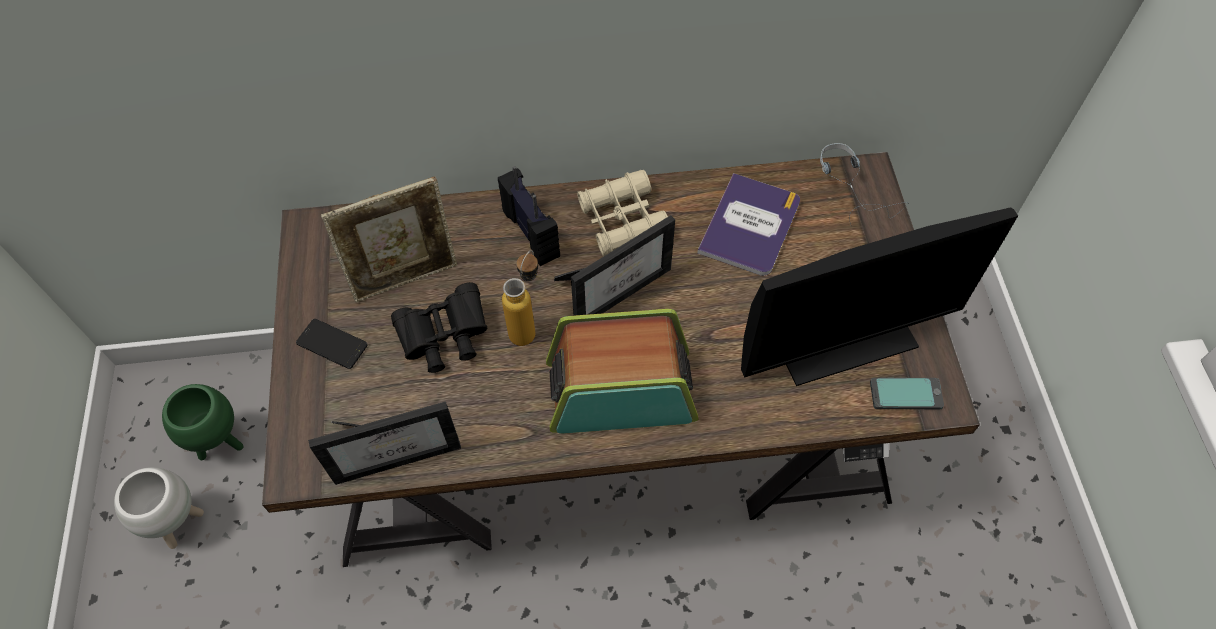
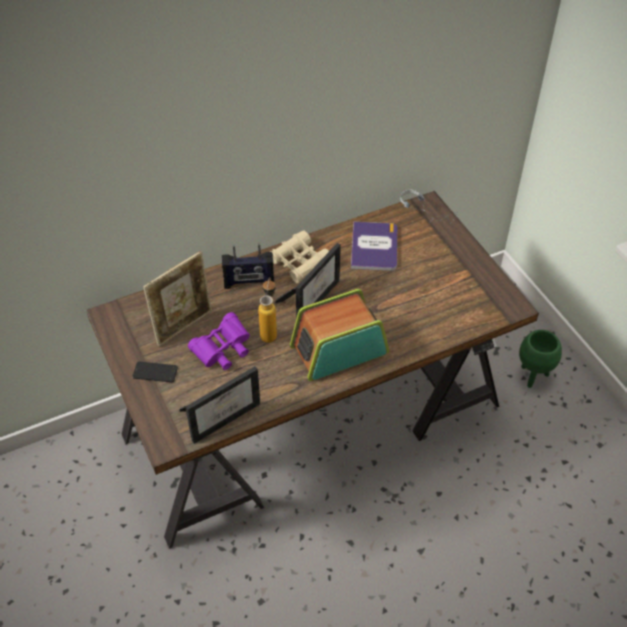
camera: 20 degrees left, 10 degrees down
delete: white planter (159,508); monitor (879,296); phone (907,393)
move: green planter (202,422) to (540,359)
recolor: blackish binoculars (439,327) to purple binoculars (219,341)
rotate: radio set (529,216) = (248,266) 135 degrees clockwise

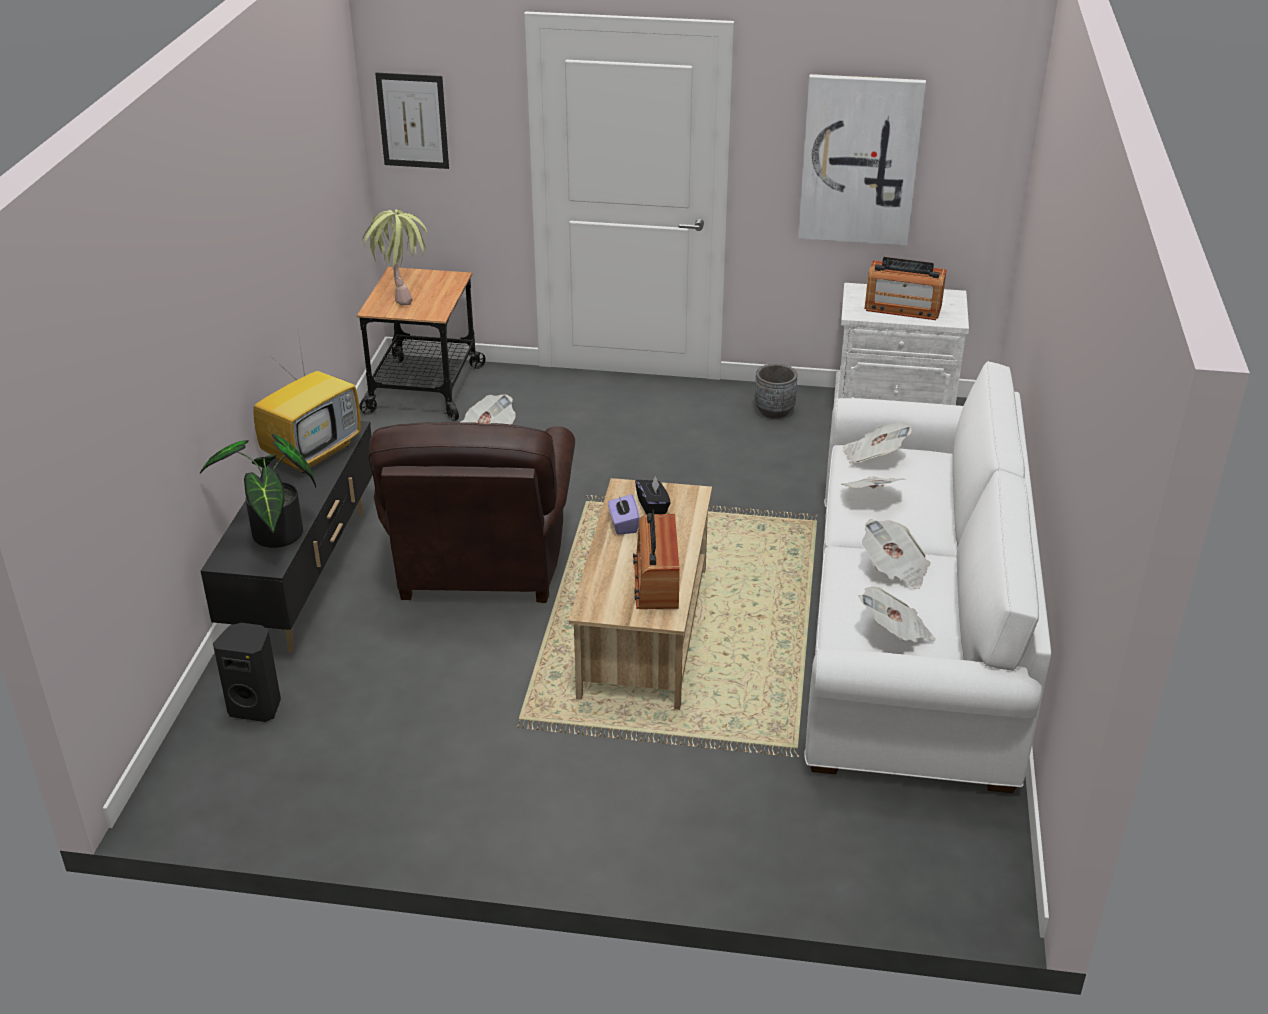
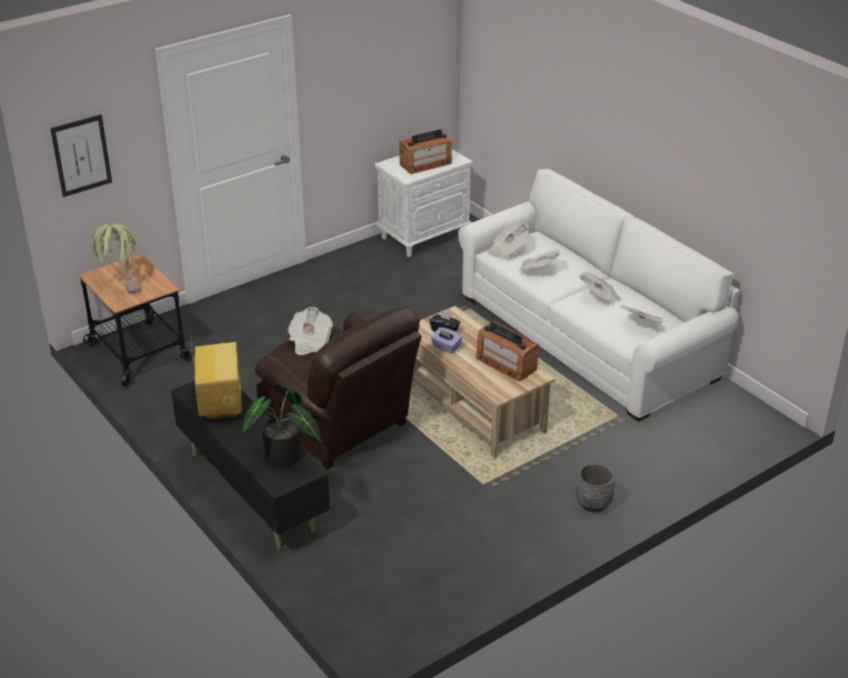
camera: 45 degrees left, 0 degrees up
delete: blackish loudspeaker (247,672); wall art (862,159)
move: gray planter (775,391) to (595,488)

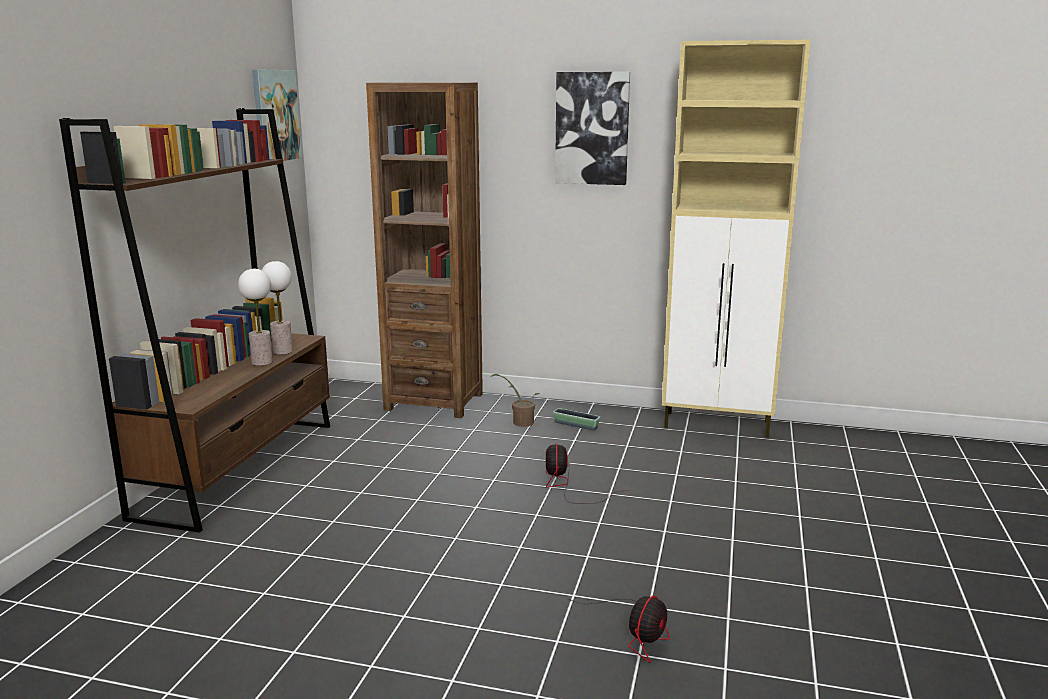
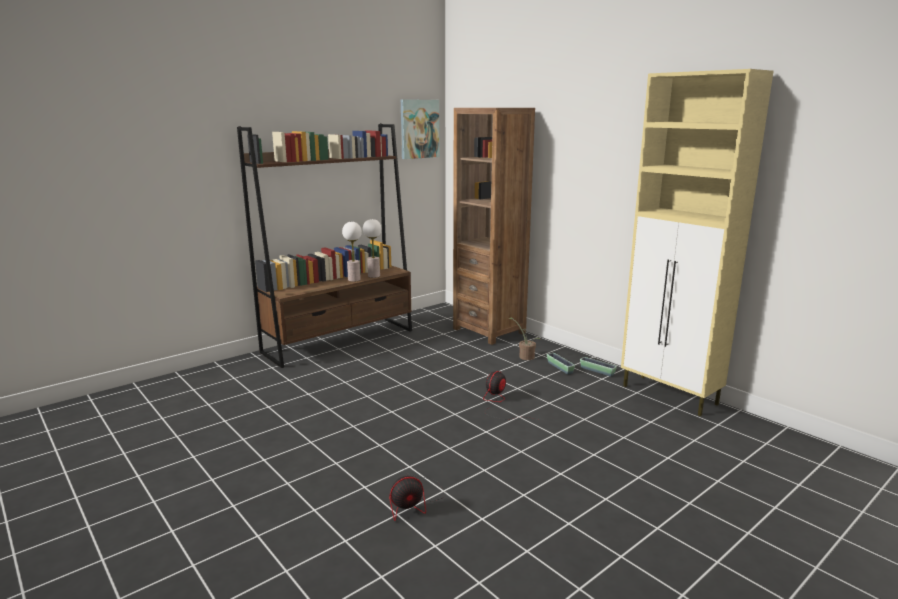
camera: 35 degrees right, 0 degrees up
delete: wall art (592,128)
insert: planter (598,366)

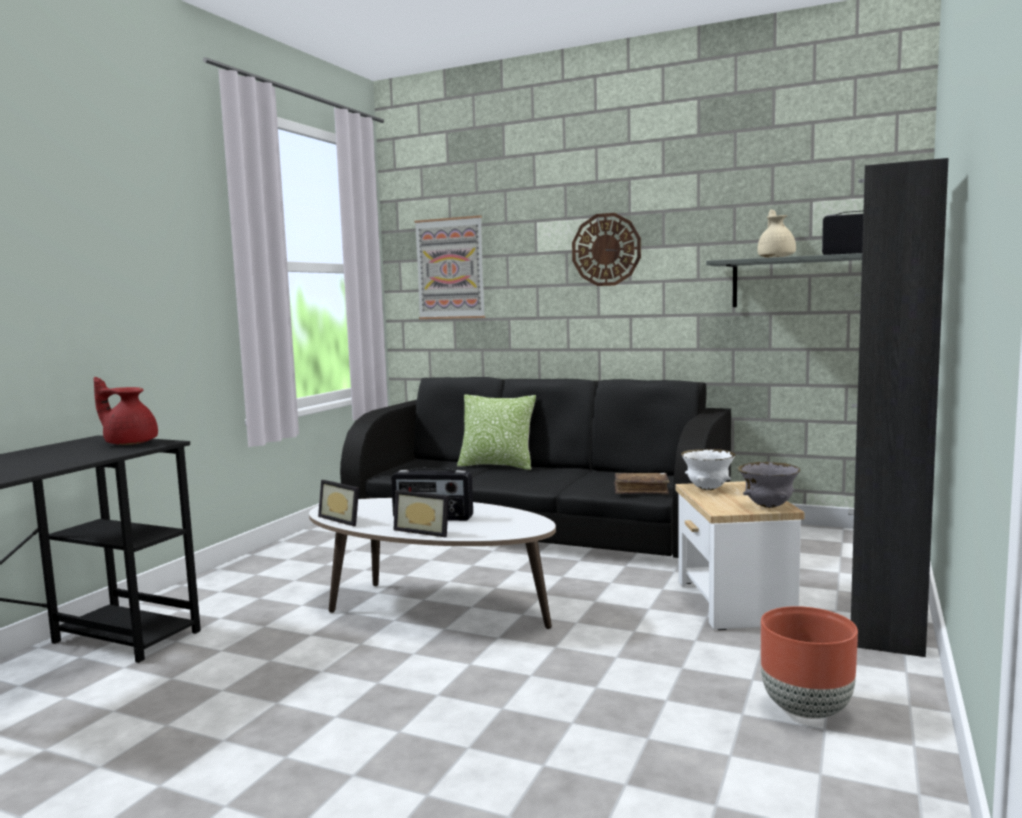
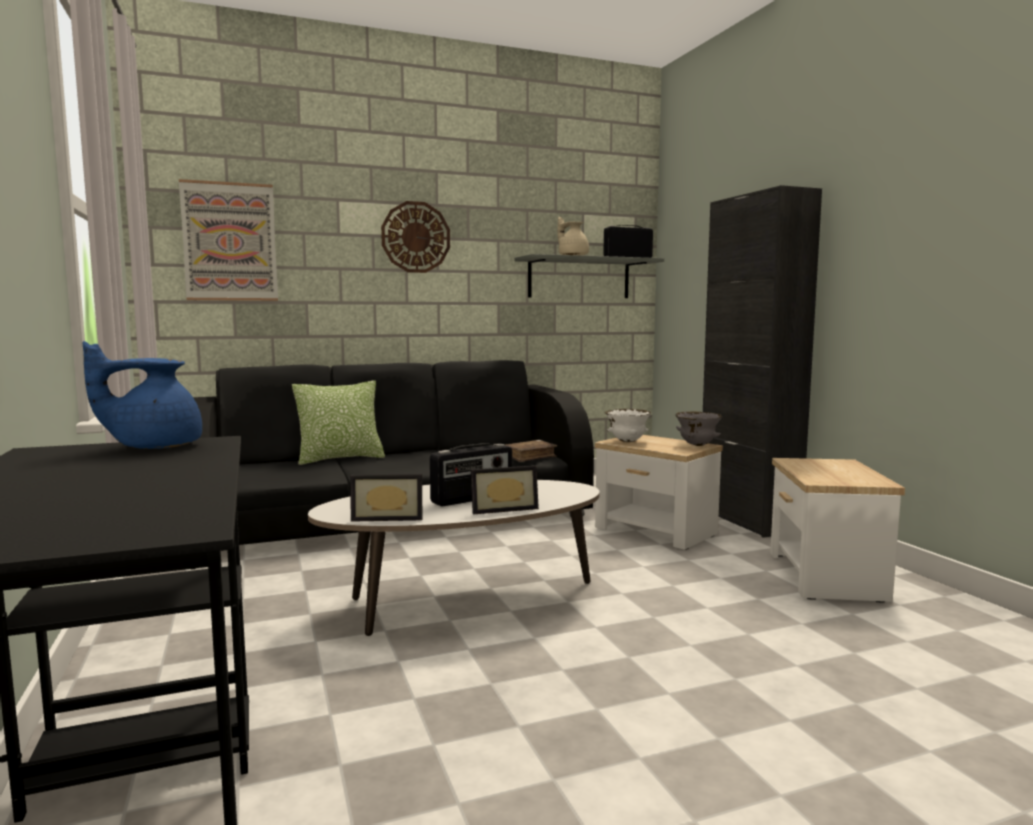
camera: 45 degrees left, 0 degrees up
replace: brownish planter (809,662) to accent table (837,530)
recolor: red-coloured teapot (126,411) to blue teapot (142,395)

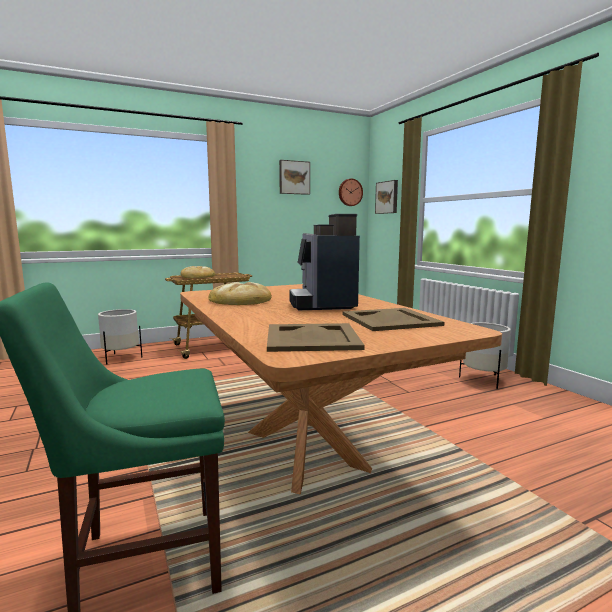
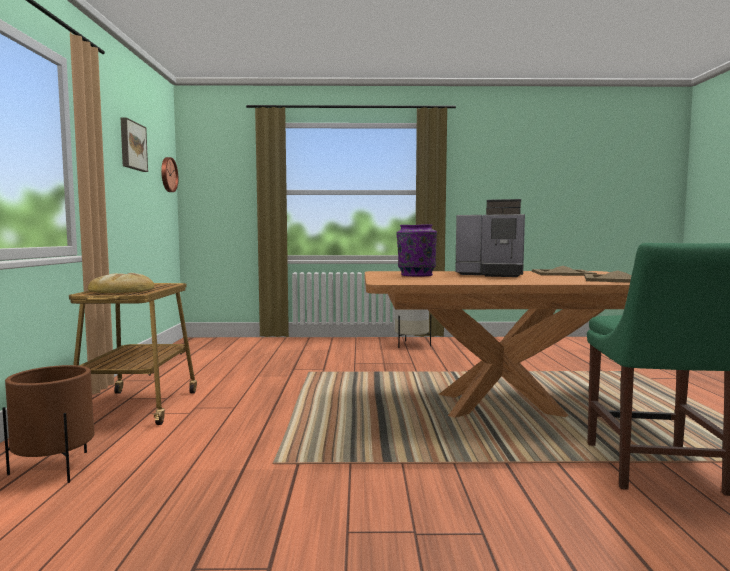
camera: 65 degrees left, 5 degrees down
delete: bakery bread (240,293); wall art (386,197)
insert: purple vase (416,250)
recolor: white planter (120,337) to brownish planter (48,424)

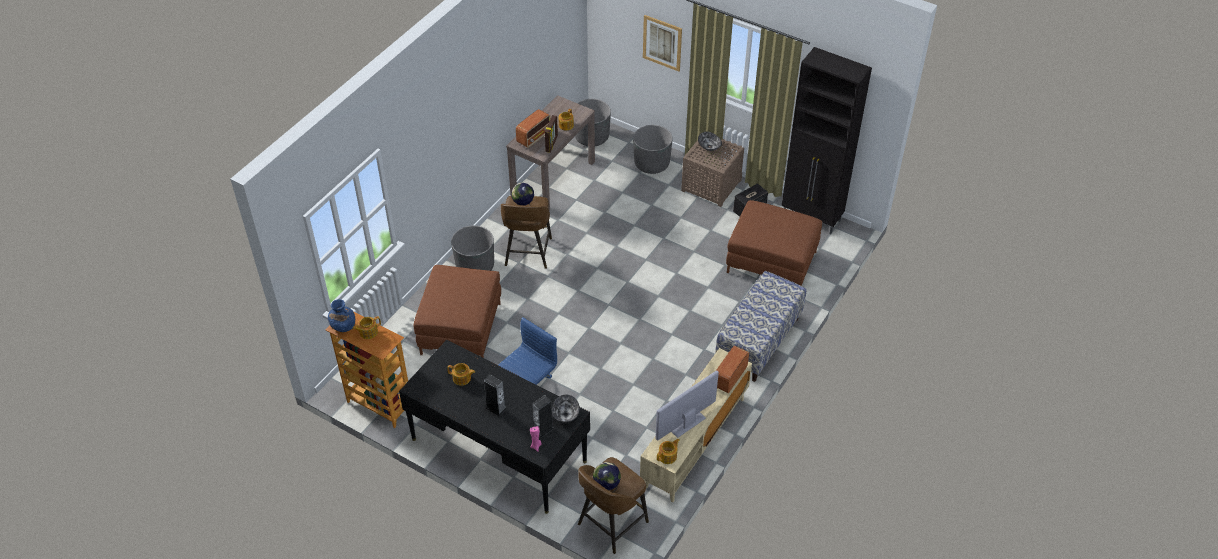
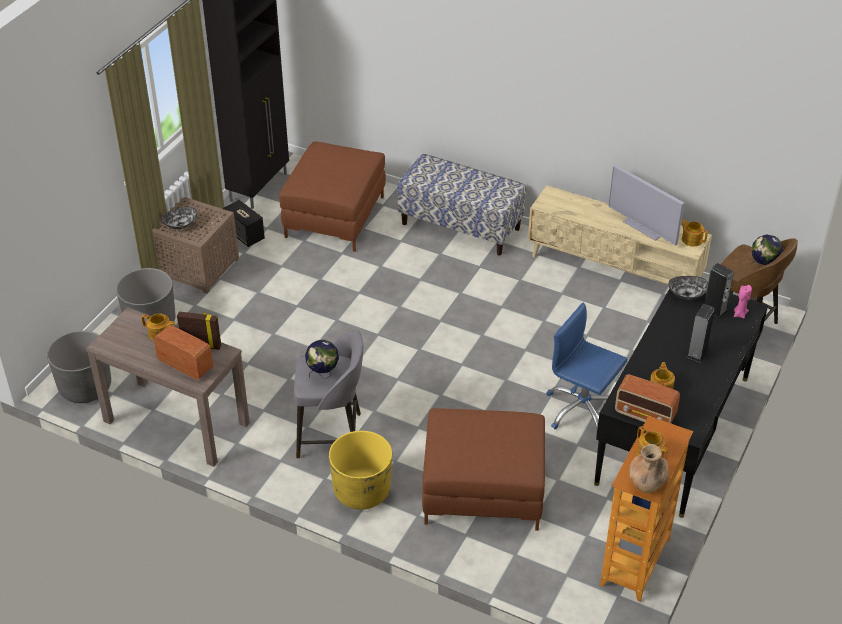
camera: 95 degrees left, 5 degrees down
delete: wall art (662,43)
move: radio set (733,369) to (647,398)
recolor: brownish sitting stool (526,232) to gray sitting stool (328,394); gray planter (472,248) to yellow planter (360,470); blue vase (341,315) to brownish vase (649,468)

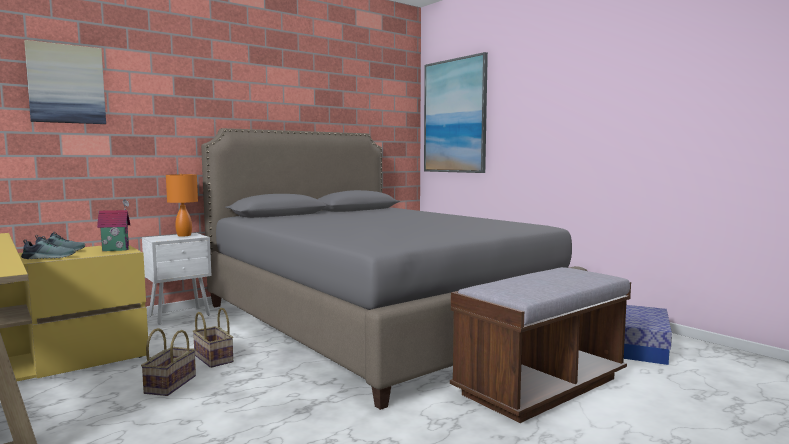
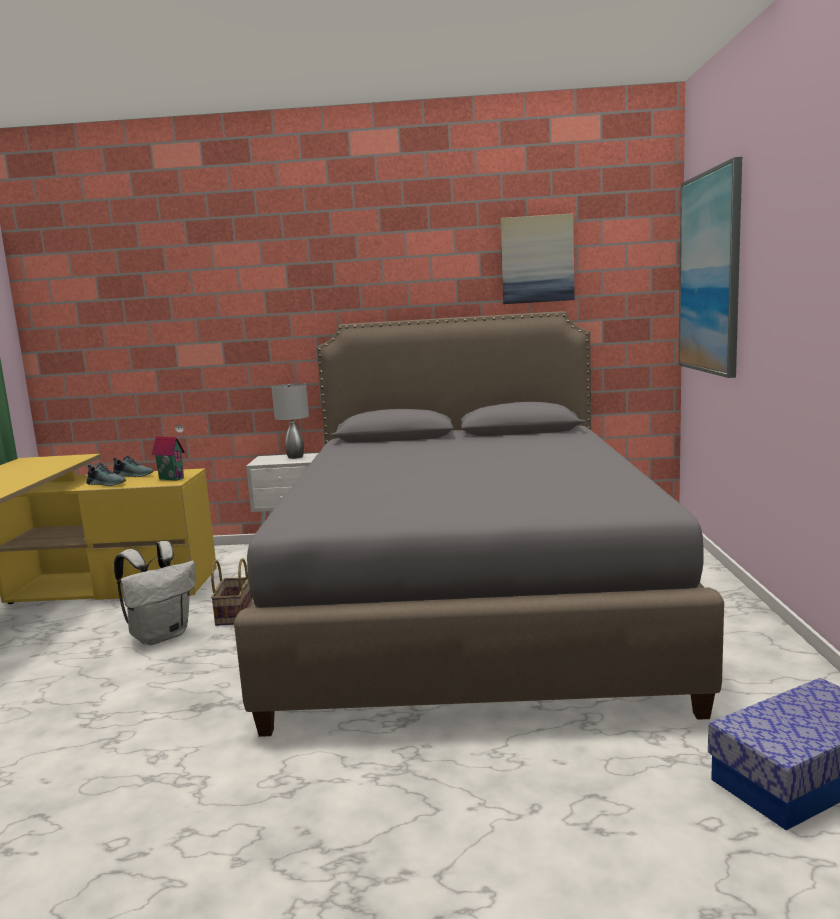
camera: 40 degrees right, 5 degrees up
delete: brownish bench (540,345)
move: wall art (65,82) to (537,258)
replace: storage basket (168,362) to white knapsack (155,593)
recolor: orange-coloured tabletop lamp (182,205) to gray tabletop lamp (290,421)

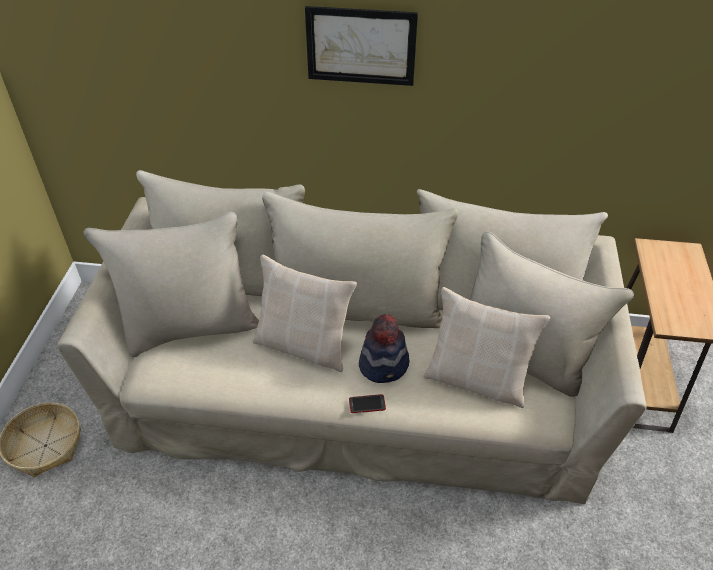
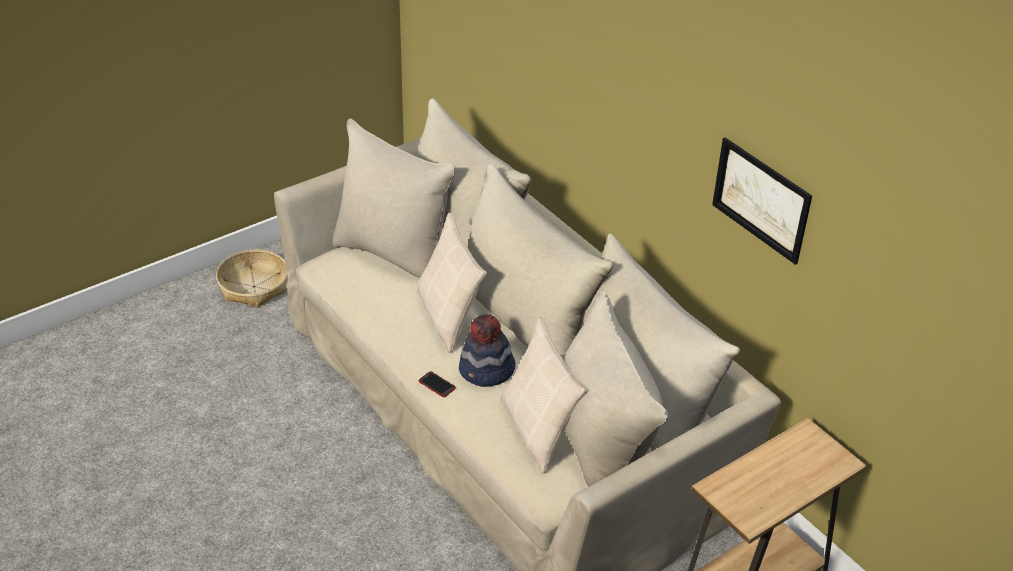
camera: 45 degrees right, 5 degrees down
move: wall art (361,46) to (762,201)

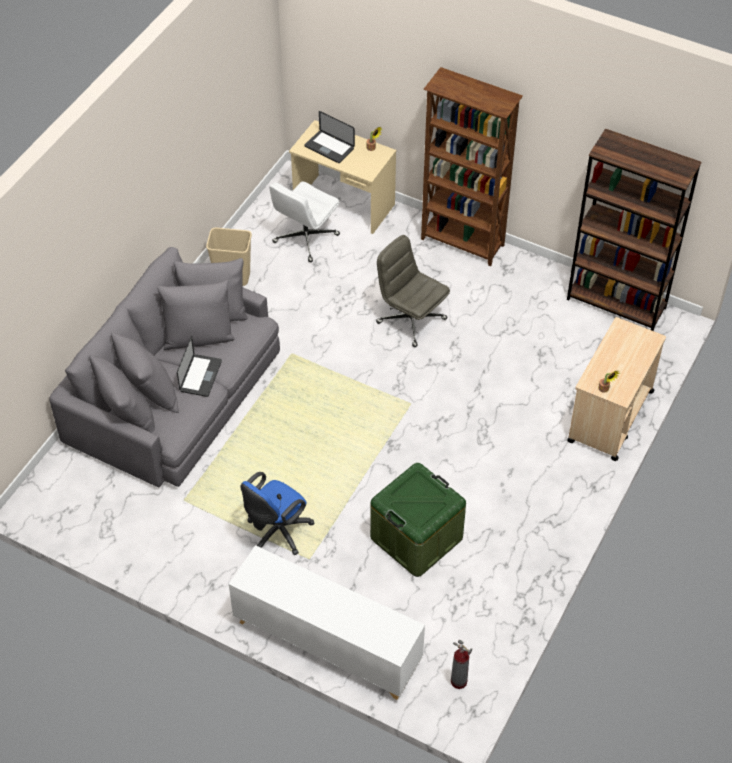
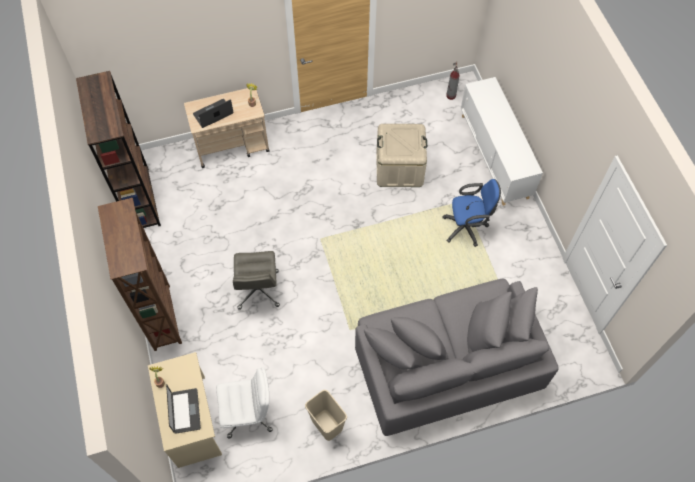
camera: 135 degrees left, 10 degrees up
move: portable computer (199,366) to (213,113)
recolor: green storage box (418,520) to sand-coloured storage box (401,155)

